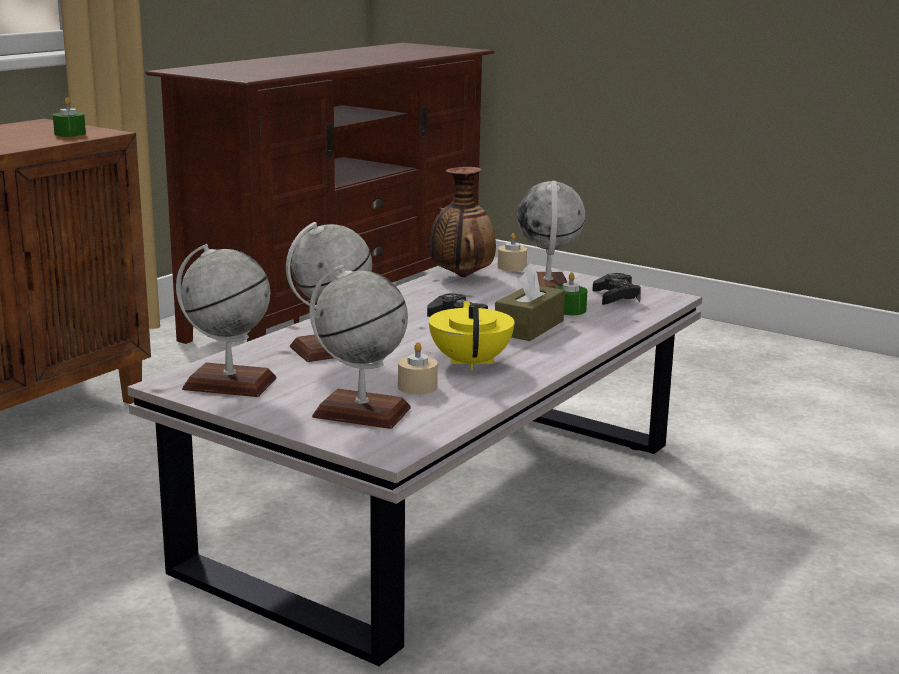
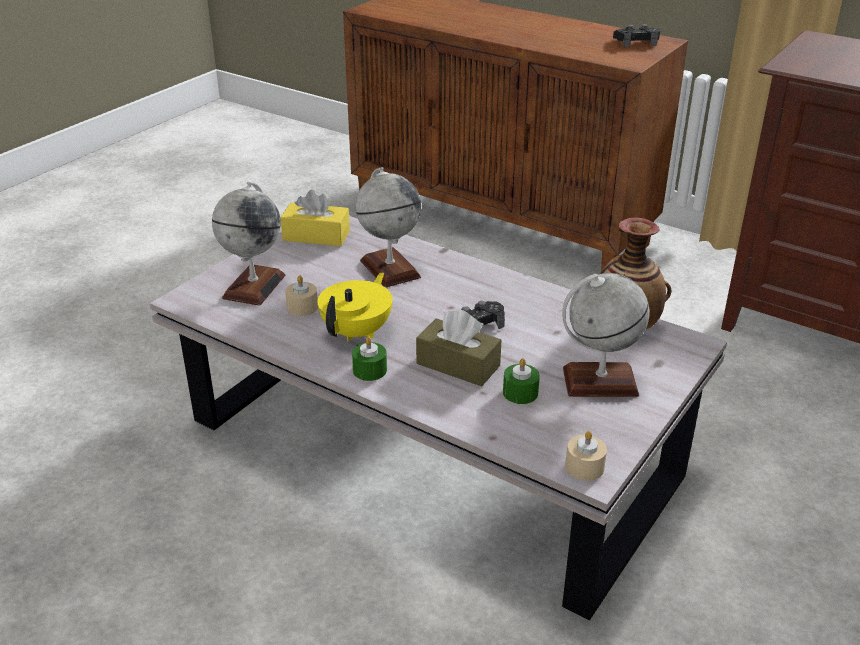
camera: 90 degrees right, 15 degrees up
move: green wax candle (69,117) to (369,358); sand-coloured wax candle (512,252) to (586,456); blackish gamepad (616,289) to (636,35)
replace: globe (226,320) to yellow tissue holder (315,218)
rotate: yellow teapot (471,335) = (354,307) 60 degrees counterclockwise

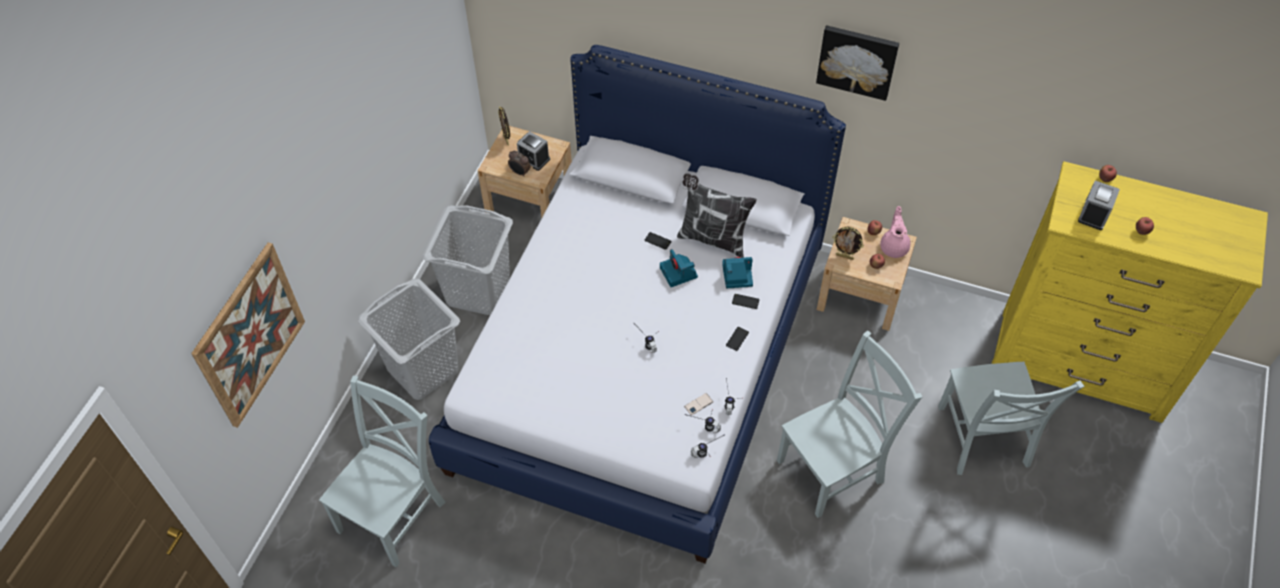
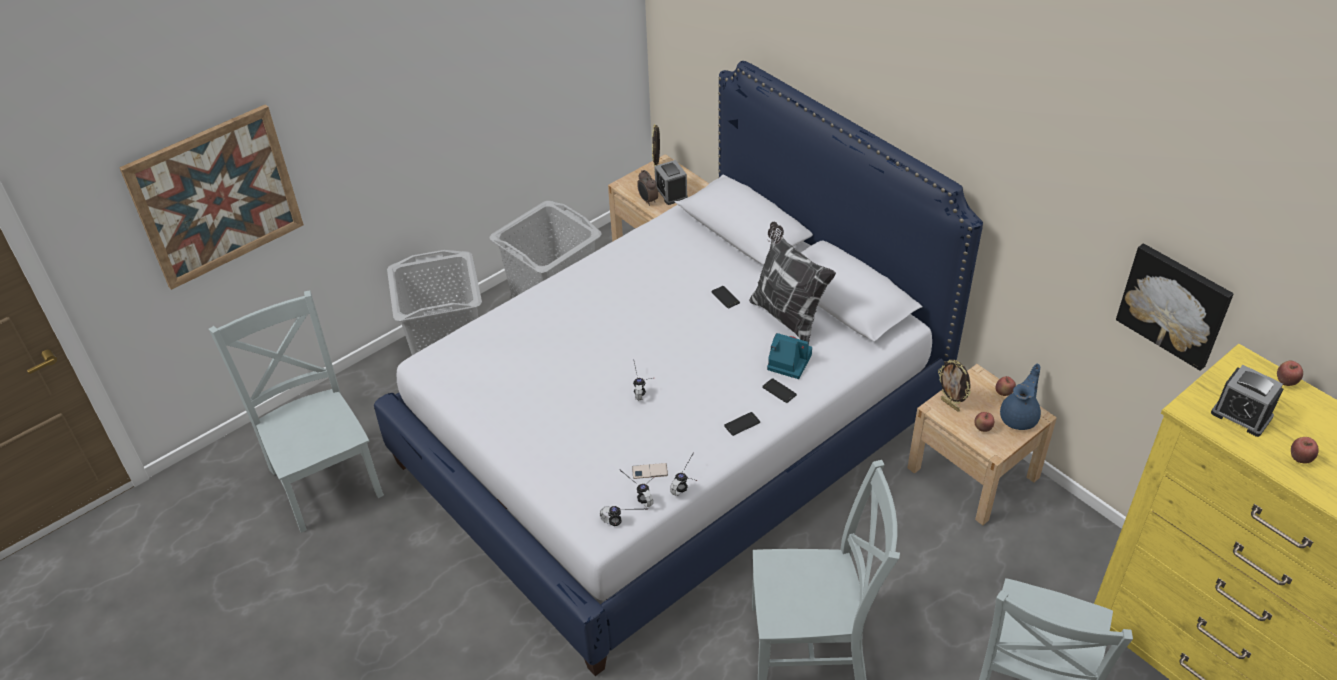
camera: 30 degrees right, 10 degrees down
delete: photo camera (679,268)
move: wall art (857,63) to (1175,307)
recolor: pink-coloured teapot (895,232) to blue teapot (1020,397)
rotate: gray chair (382,471) = (296,411) 90 degrees counterclockwise; bedside clock (1099,205) = (1247,401) 105 degrees counterclockwise

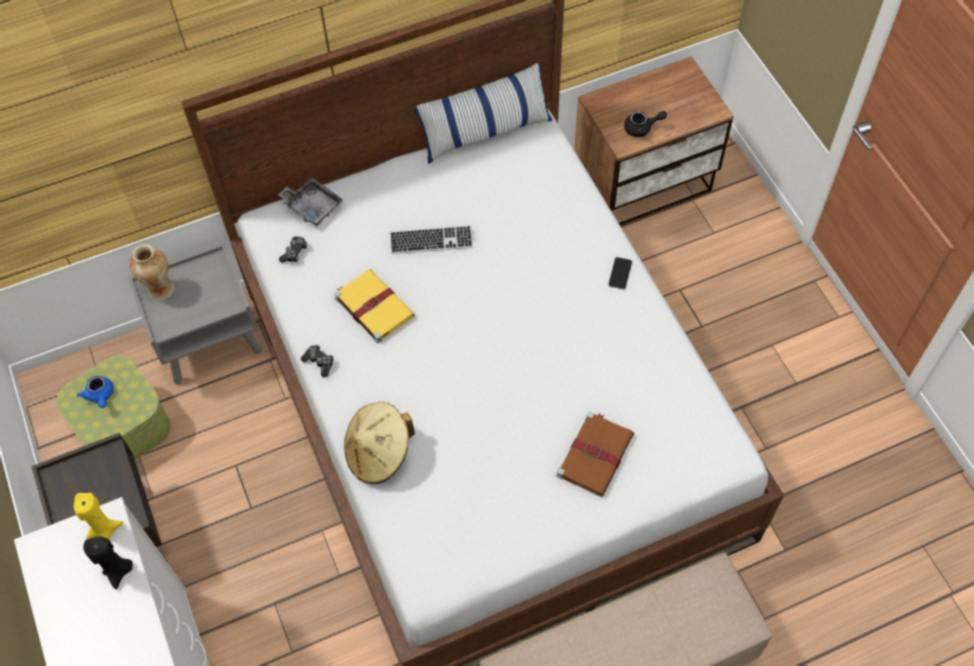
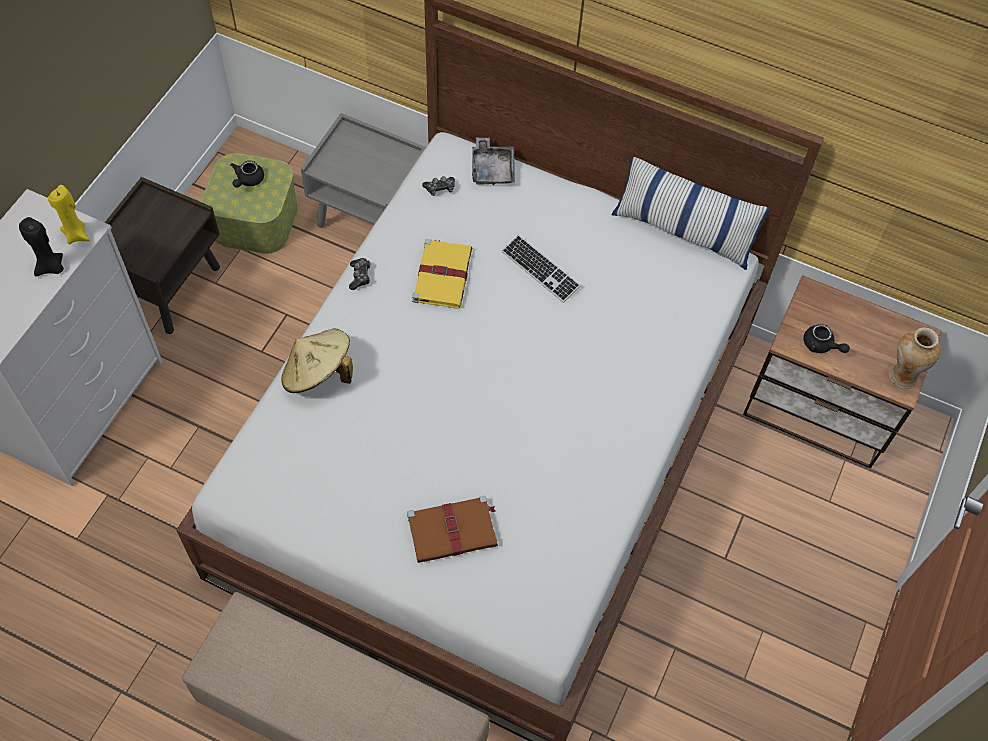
camera: 45 degrees right, 0 degrees up
delete: phone (620,273)
move: vase (151,272) to (915,358)
recolor: blue teapot (95,392) to blackish teapot (247,174)

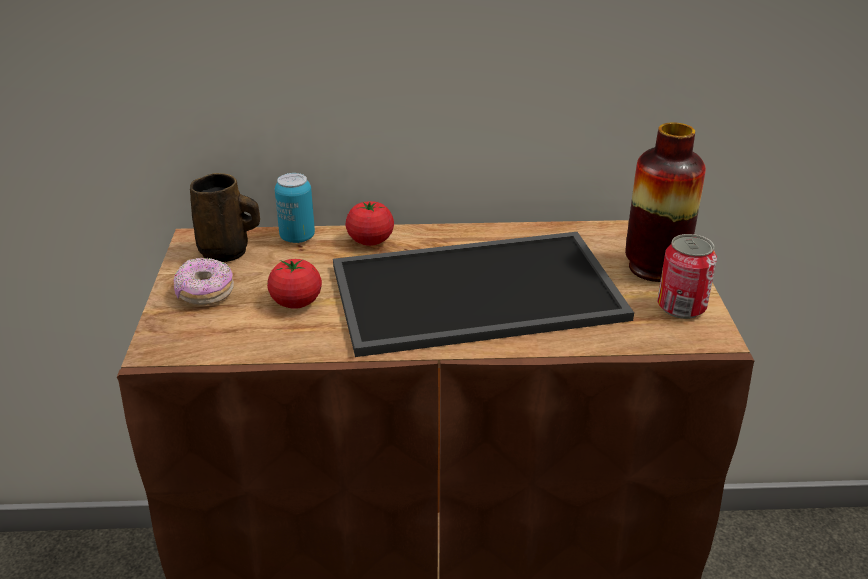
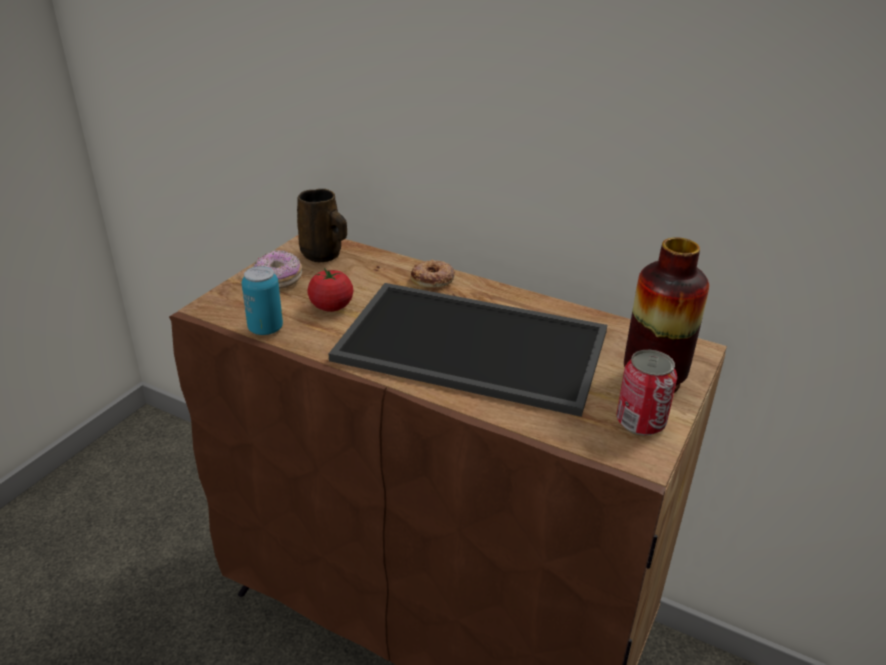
camera: 30 degrees right, 0 degrees up
move: metal can (295,208) to (262,300)
replace: tomato (370,223) to donut (433,274)

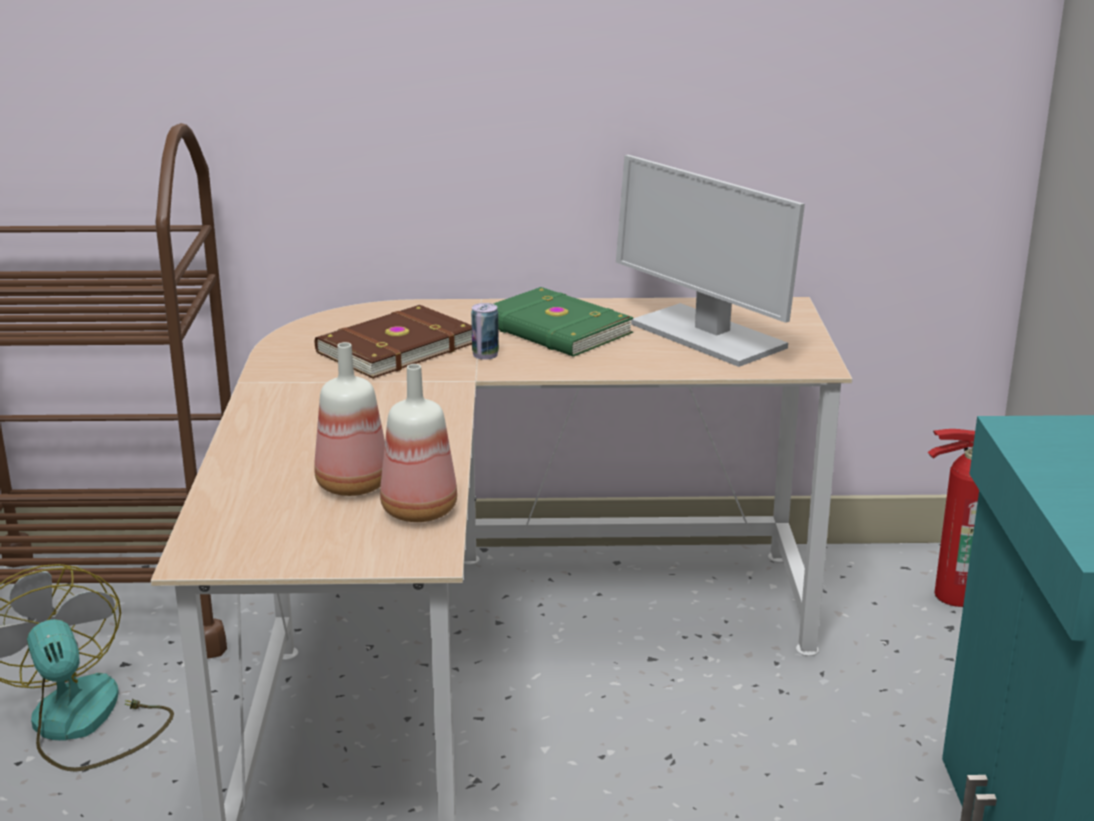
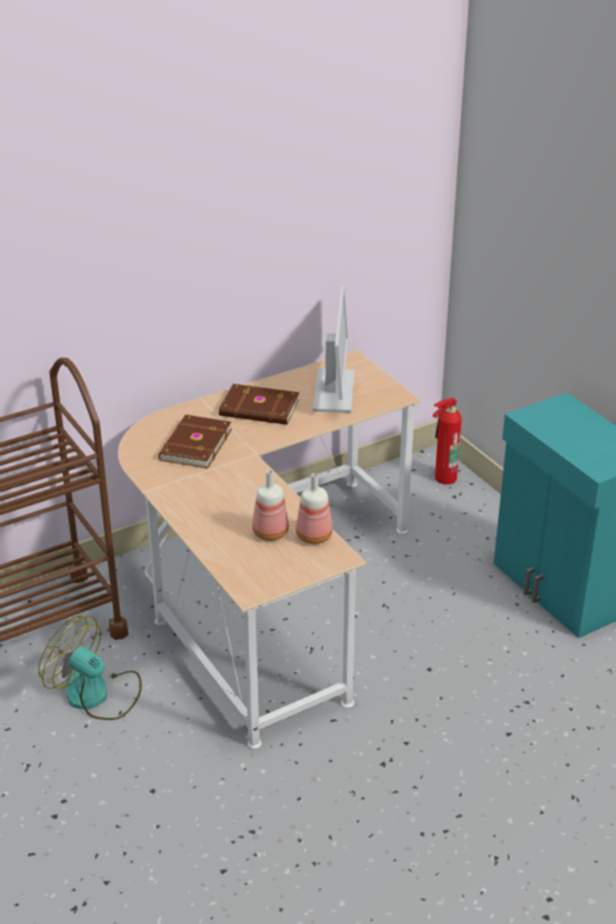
camera: 30 degrees left, 10 degrees up
delete: metal can (485,331)
recolor: green bound book (563,322) to brownish bound book (259,404)
rotate: monitor (710,261) = (333,350) 105 degrees counterclockwise

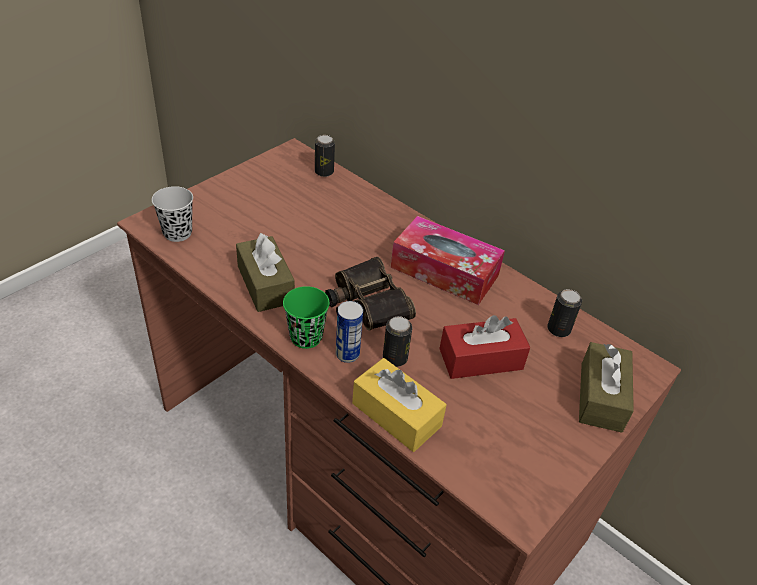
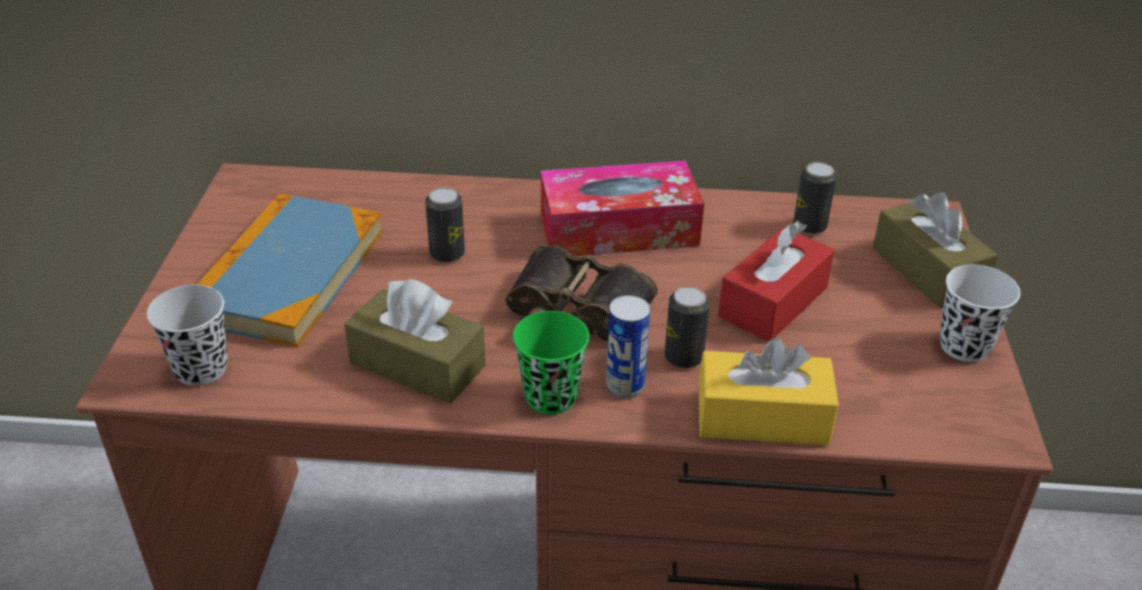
camera: 35 degrees left, 5 degrees down
insert: bound book (290,270); white small cup (980,313)
move: metal can (325,156) to (445,225)

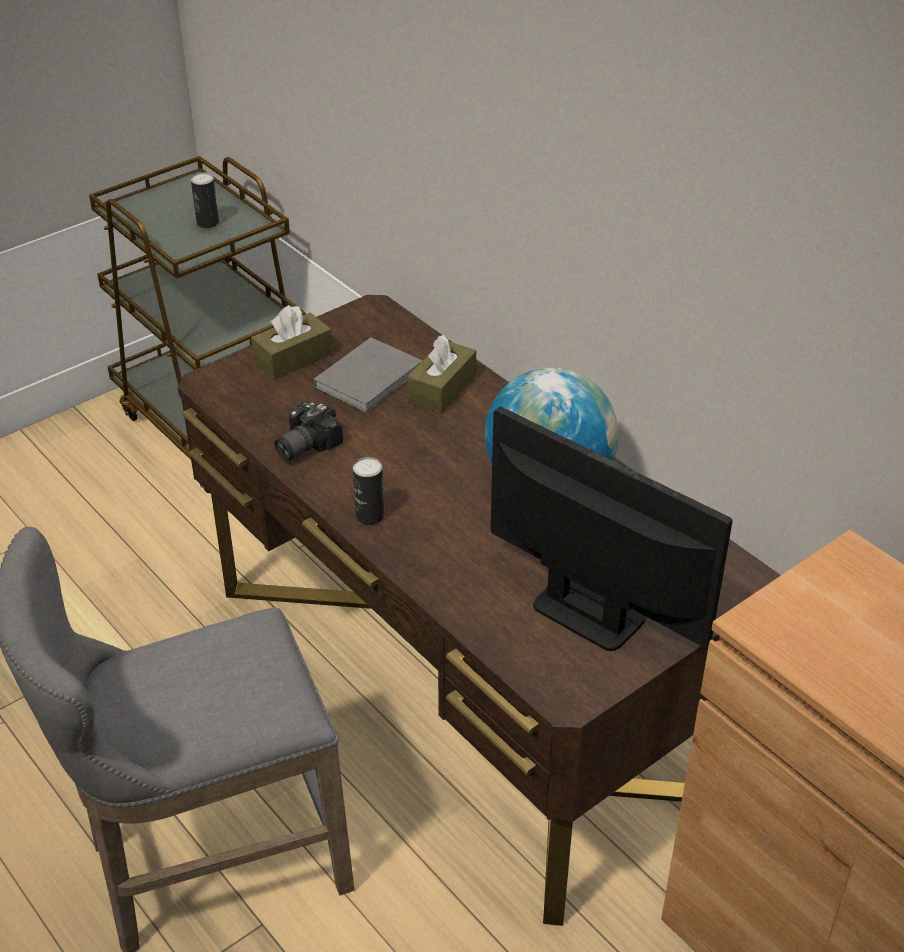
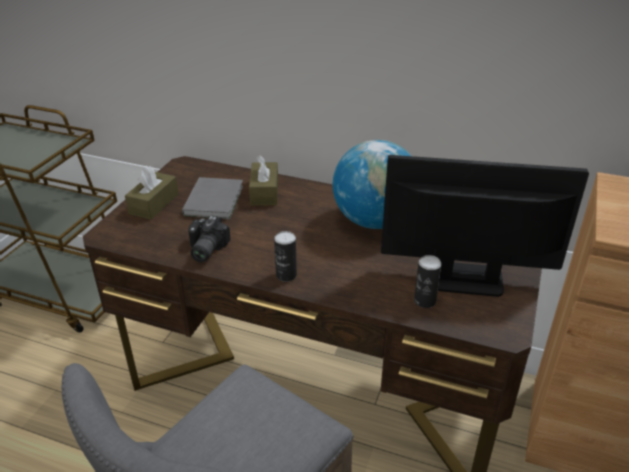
camera: 30 degrees left, 5 degrees down
move: metal can (205,200) to (428,281)

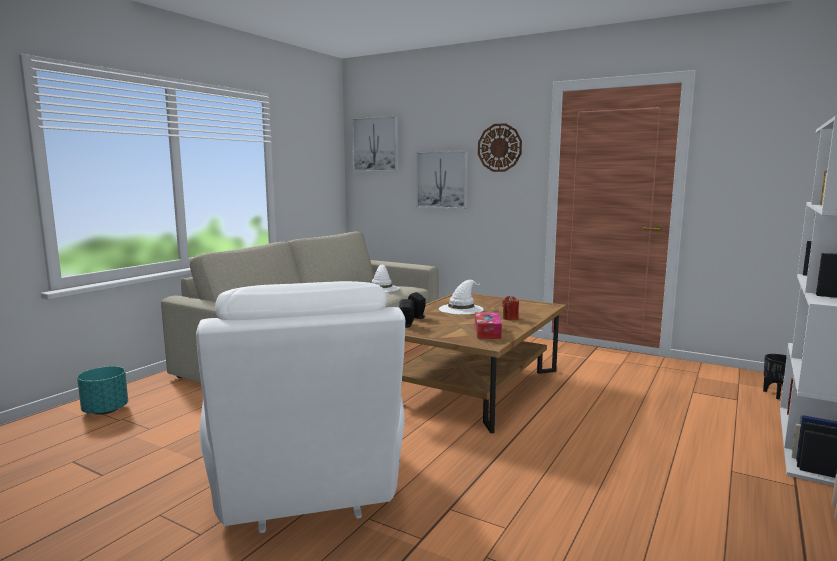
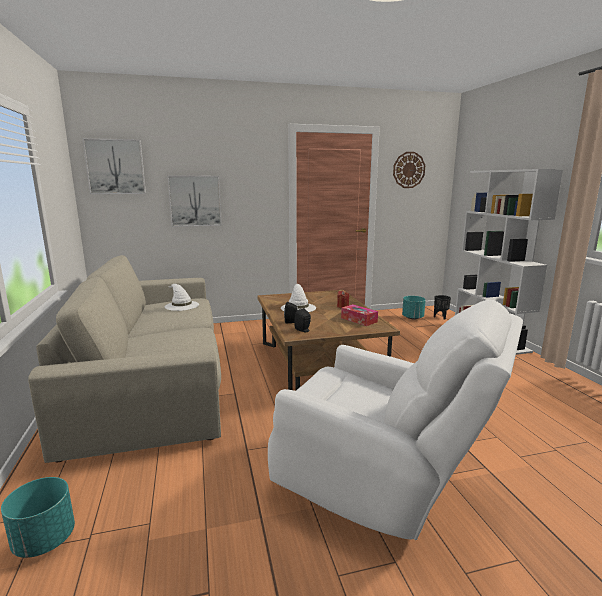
camera: 45 degrees left, 5 degrees up
insert: turquoise-coloured planter (414,308)
move: wall clock (500,147) to (409,170)

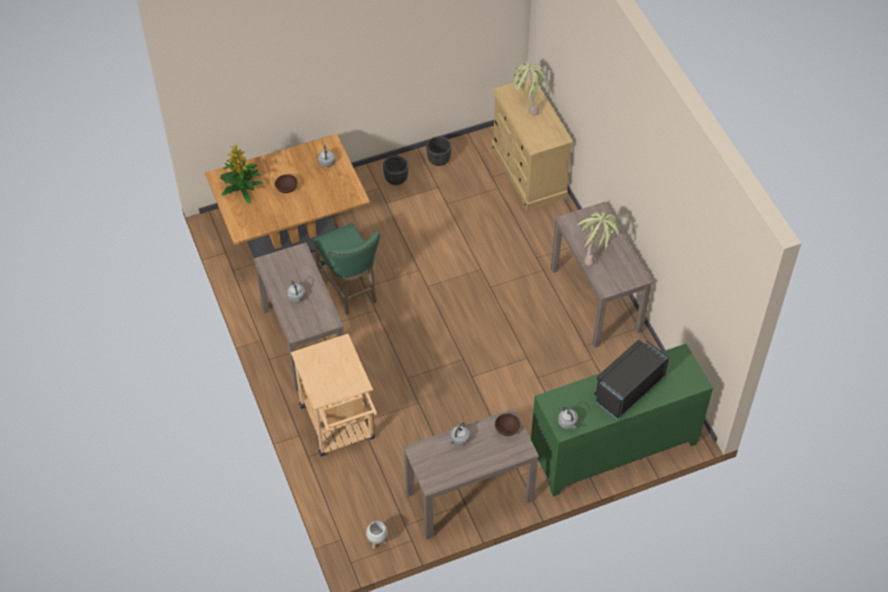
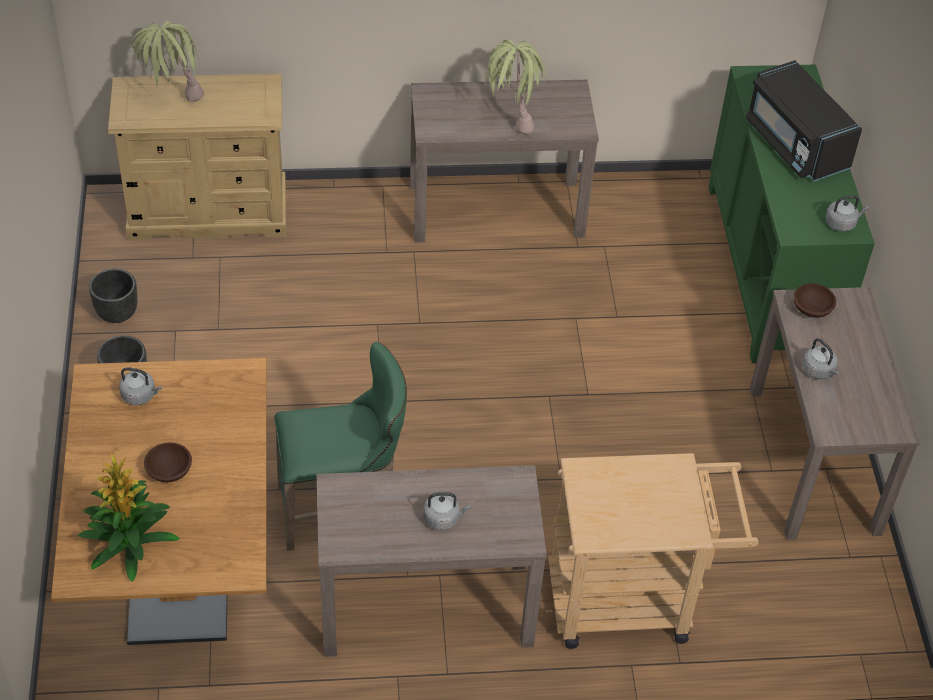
camera: 75 degrees left, 5 degrees down
delete: white planter (377,535)

